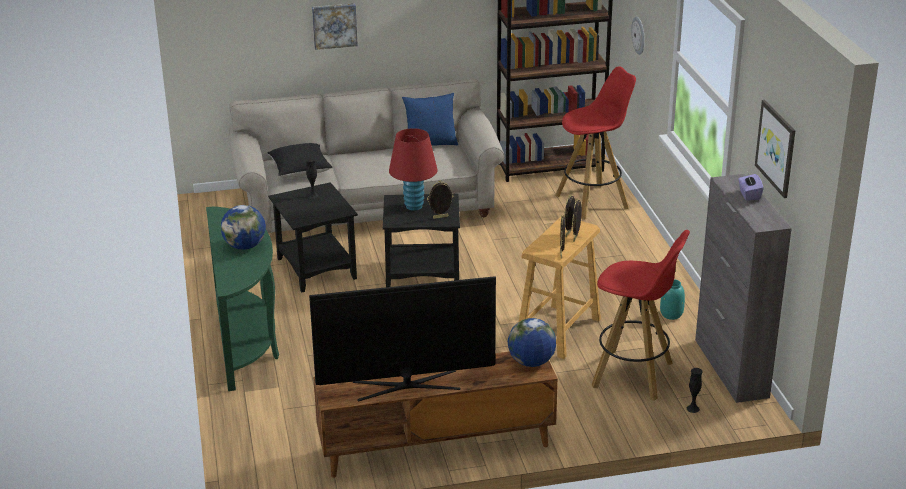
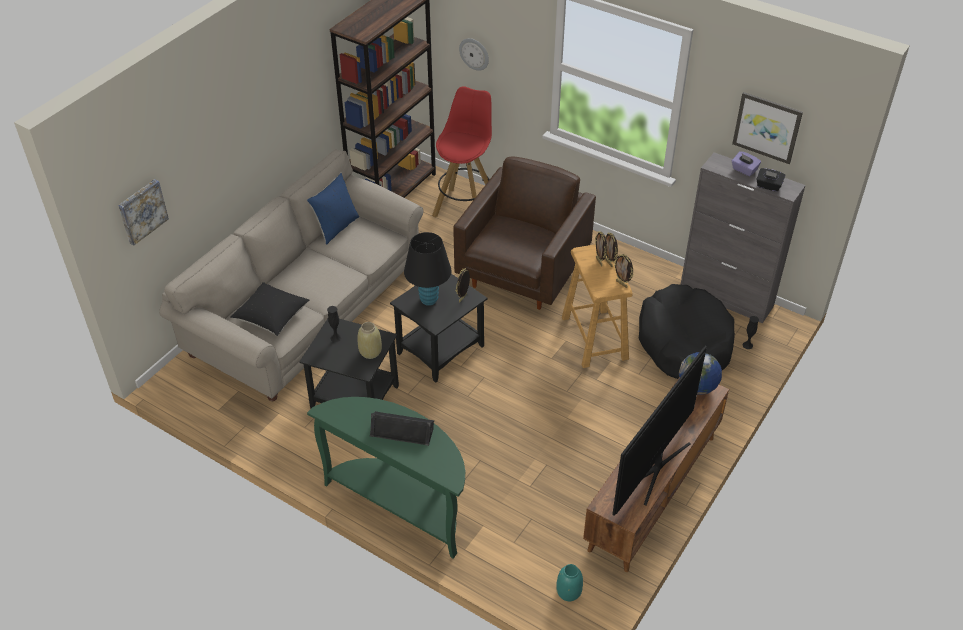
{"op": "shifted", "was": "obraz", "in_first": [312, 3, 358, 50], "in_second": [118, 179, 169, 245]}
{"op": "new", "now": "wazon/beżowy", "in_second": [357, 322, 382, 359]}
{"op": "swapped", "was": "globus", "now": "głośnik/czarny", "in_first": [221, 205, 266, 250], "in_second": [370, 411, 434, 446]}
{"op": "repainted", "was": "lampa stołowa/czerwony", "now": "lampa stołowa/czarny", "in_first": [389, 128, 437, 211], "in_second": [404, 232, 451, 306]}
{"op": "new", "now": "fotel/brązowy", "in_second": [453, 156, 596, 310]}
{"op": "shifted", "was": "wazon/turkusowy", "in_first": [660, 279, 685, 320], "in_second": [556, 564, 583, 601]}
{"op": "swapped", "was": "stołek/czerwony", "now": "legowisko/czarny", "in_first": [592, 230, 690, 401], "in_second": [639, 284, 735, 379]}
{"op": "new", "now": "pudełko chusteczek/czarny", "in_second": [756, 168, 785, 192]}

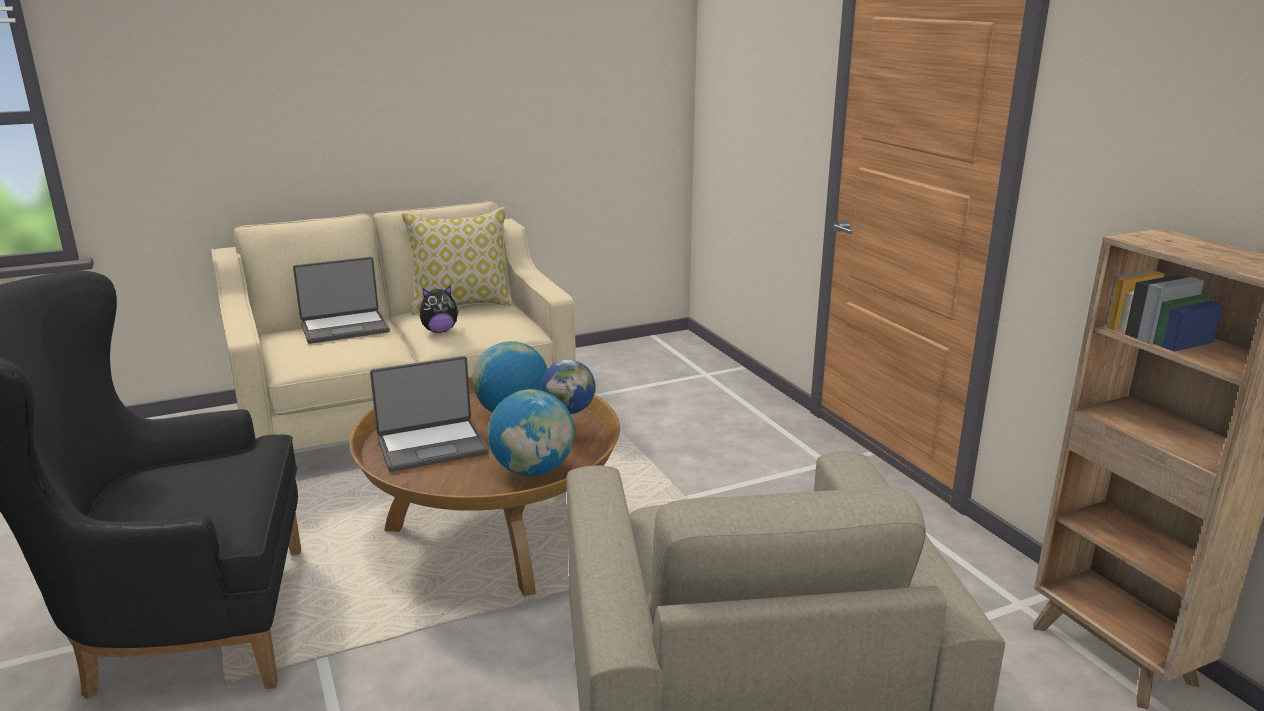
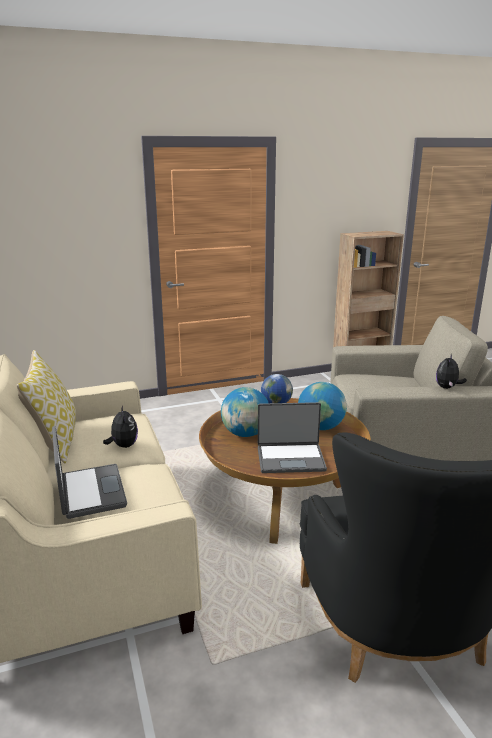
{"op": "rotated", "was": "laptop", "in_first": [370, 356, 488, 472], "in_second": [258, 402, 327, 473], "clockwise": 105}
{"op": "new", "now": "pluszak", "in_second": [436, 354, 467, 389]}

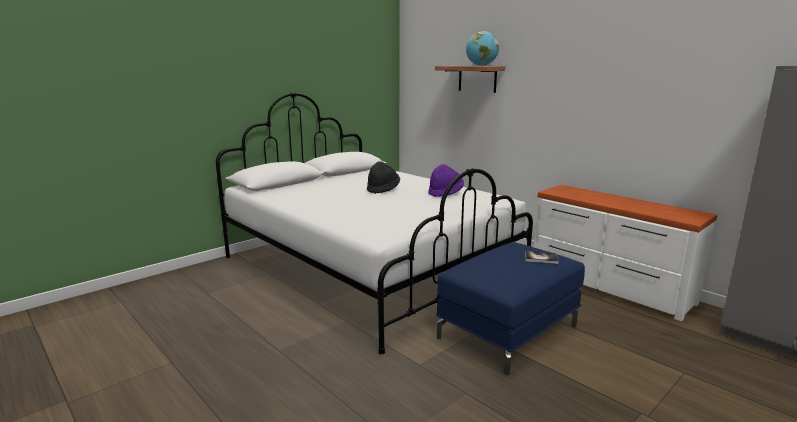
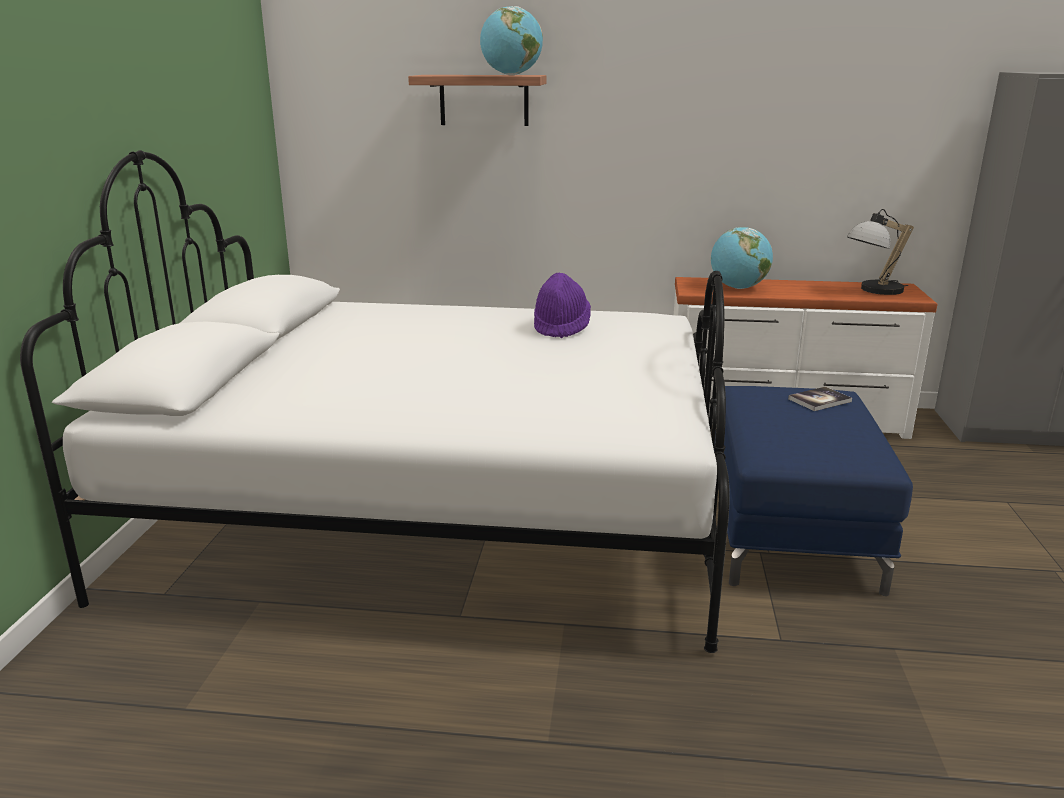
{"op": "new", "now": "globus", "in_second": [711, 227, 773, 289]}
{"op": "new", "now": "lampa stołowa", "in_second": [847, 209, 914, 295]}
{"op": "gone", "was": "kapelusz/czarny", "in_first": [367, 161, 400, 194]}

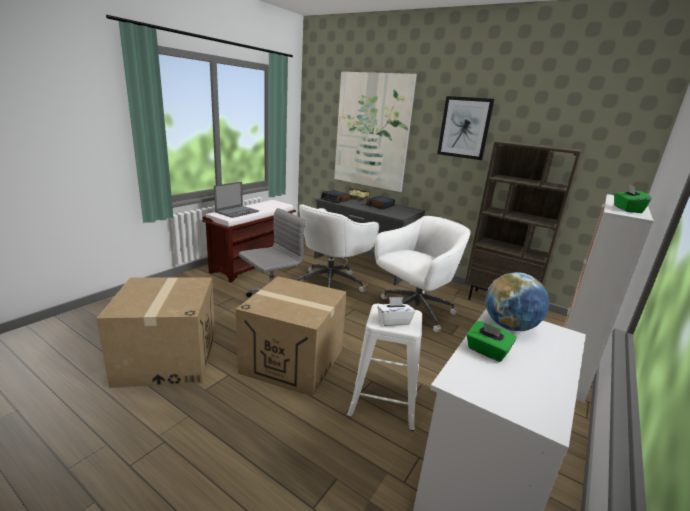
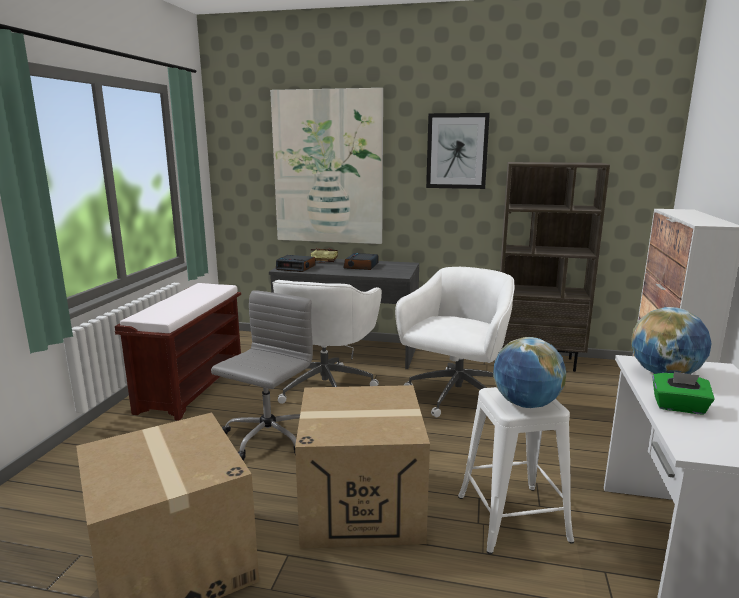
{"op": "swapped", "was": "pudełko chusteczek/biały", "now": "globus", "in_first": [377, 297, 415, 326], "in_second": [493, 337, 566, 408]}
{"op": "gone", "was": "laptop", "in_first": [214, 182, 259, 218]}
{"op": "gone", "was": "pudełko chusteczek/zielony", "in_first": [614, 184, 652, 213]}

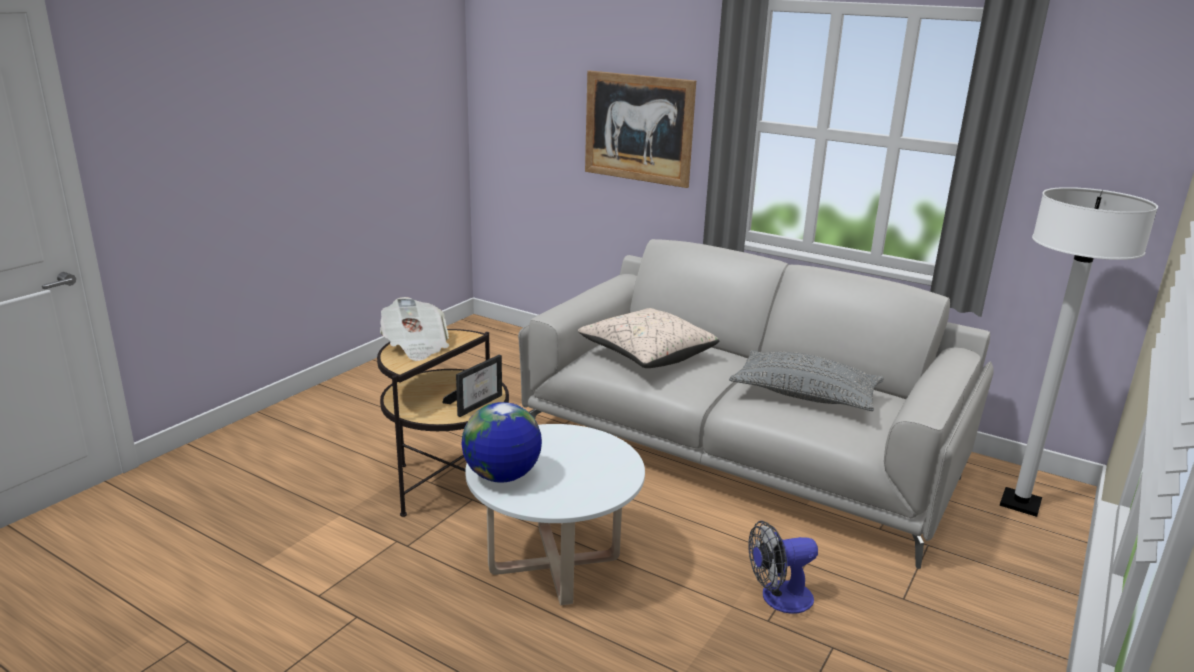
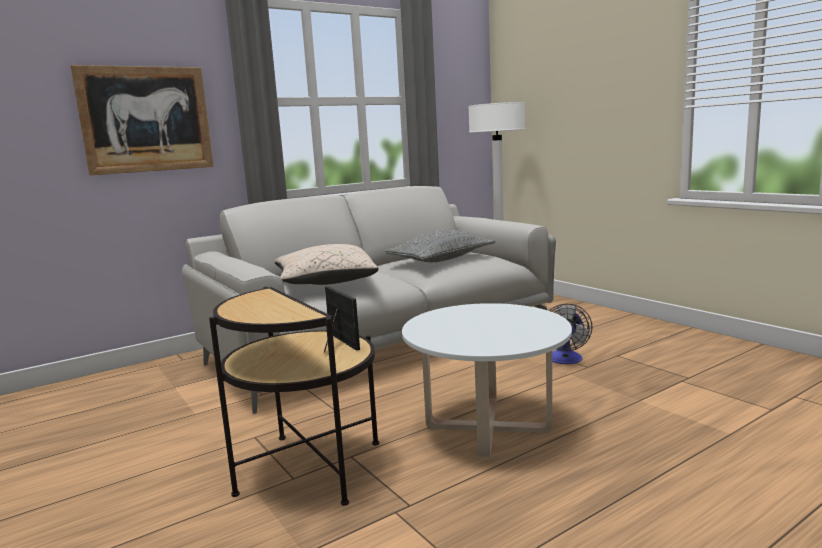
{"op": "gone", "was": "gazeta", "in_first": [380, 297, 449, 361]}
{"op": "gone", "was": "globus", "in_first": [462, 402, 542, 483]}

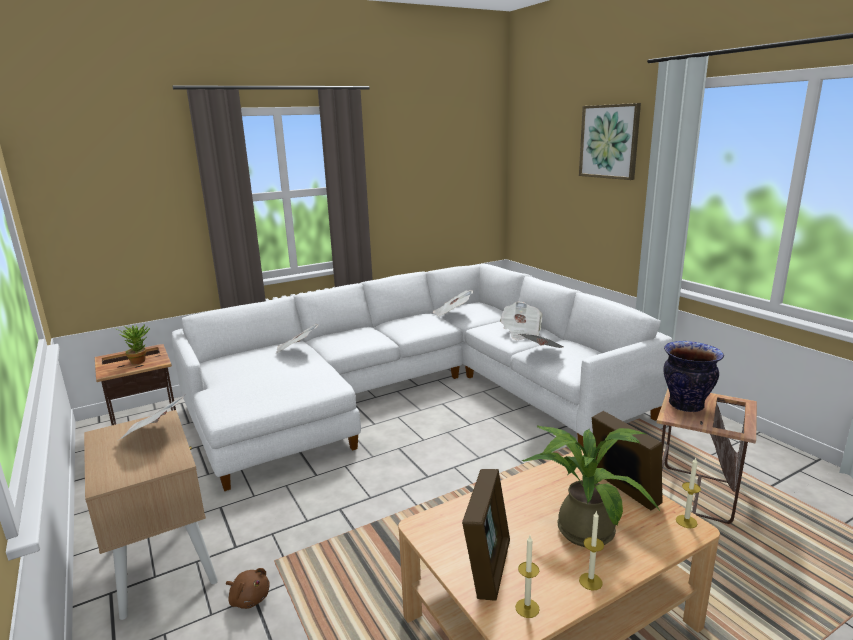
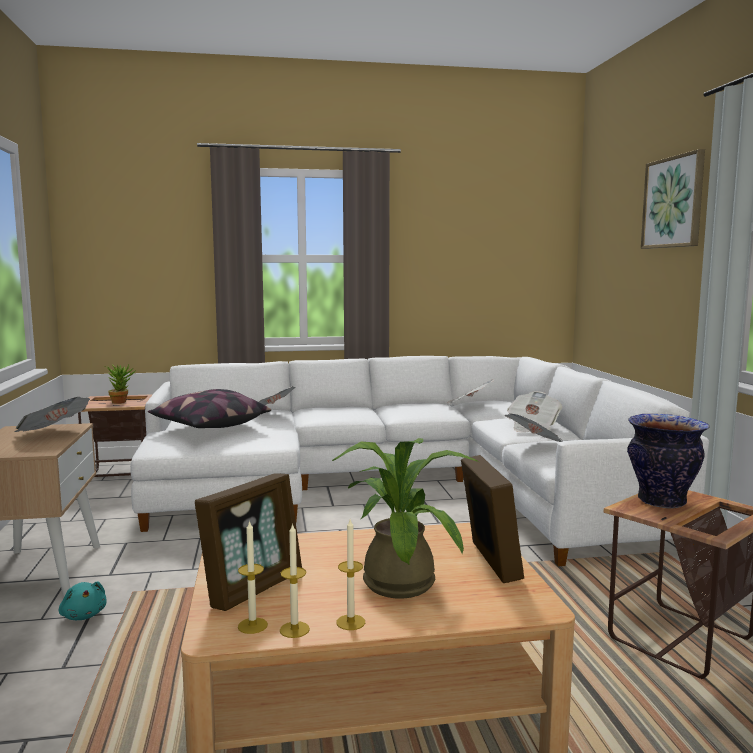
{"op": "repainted", "was": "pluszak/brązowy", "now": "pluszak/turkusowy", "in_first": [226, 568, 270, 609], "in_second": [59, 582, 106, 620]}
{"op": "new", "now": "poduszka", "in_second": [148, 389, 271, 428]}
{"op": "shifted", "was": "świeca", "in_first": [676, 458, 701, 528], "in_second": [280, 523, 310, 638]}

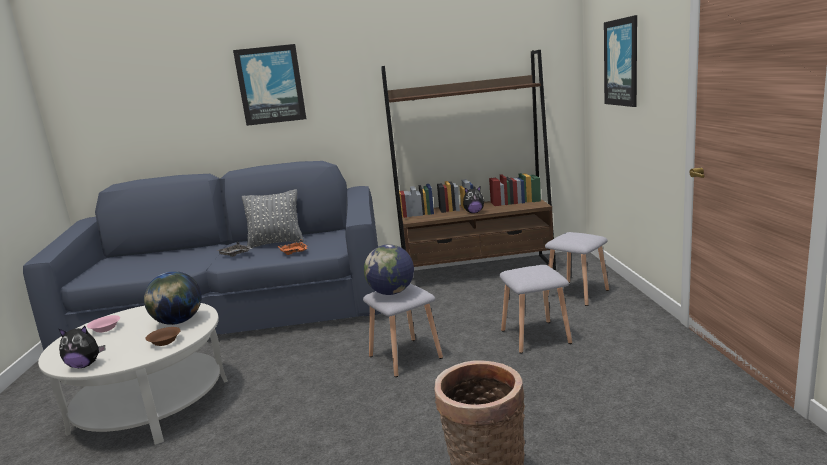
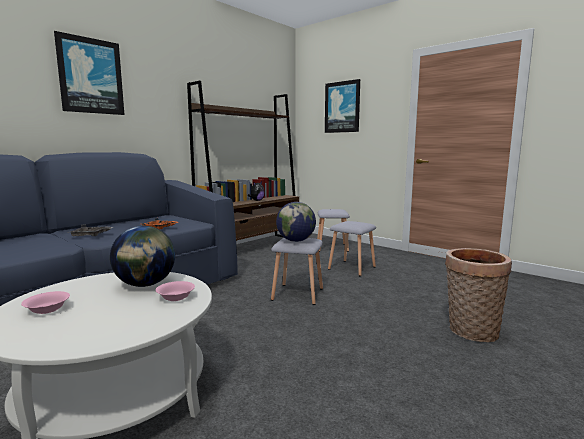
{"op": "repainted", "was": "miska/brązowy", "now": "miska/różowy", "in_first": [146, 327, 181, 346], "in_second": [156, 281, 195, 301]}
{"op": "gone", "was": "pluszak", "in_first": [59, 326, 106, 368]}
{"op": "gone", "was": "poduszka/szary", "in_first": [242, 189, 304, 248]}

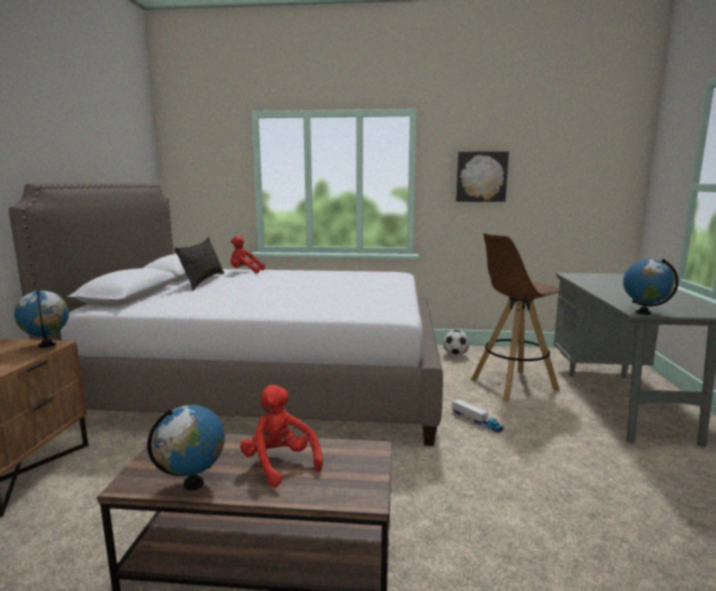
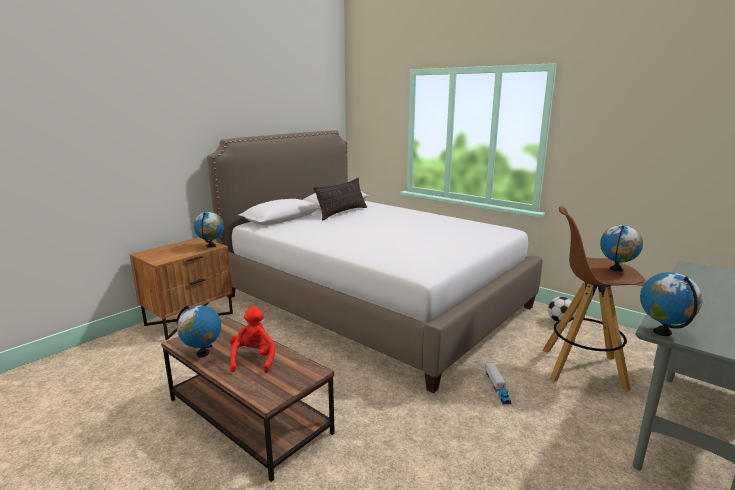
{"op": "new", "now": "globus", "in_second": [600, 225, 643, 272]}
{"op": "gone", "was": "pluszak/czerwony", "in_first": [231, 236, 265, 273]}
{"op": "gone", "was": "obraz", "in_first": [456, 151, 509, 202]}

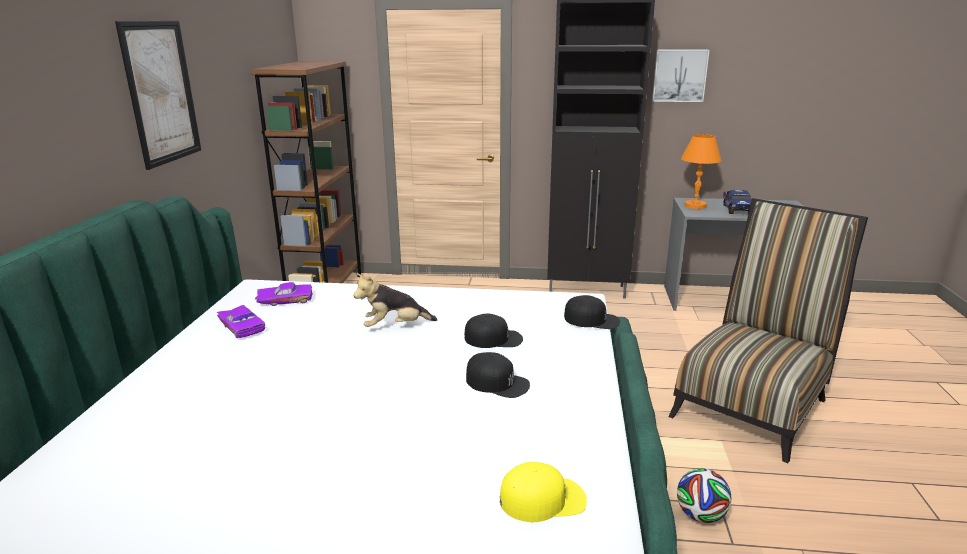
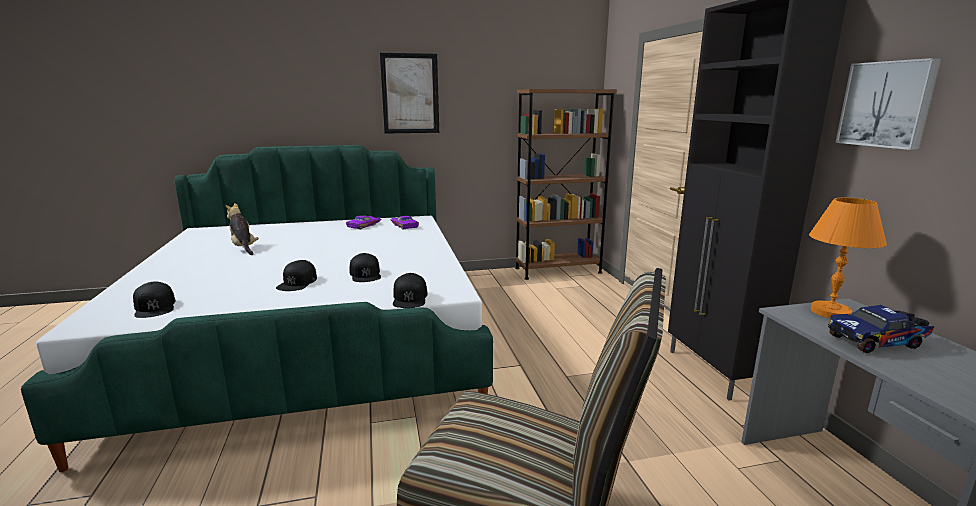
{"op": "repainted", "was": "czapka z daszkiem/żółty", "now": "czapka z daszkiem/czarny", "in_first": [500, 462, 587, 522], "in_second": [133, 281, 176, 318]}
{"op": "shifted", "was": "pluszak", "in_first": [353, 273, 437, 327], "in_second": [225, 203, 259, 255]}
{"op": "gone", "was": "piłka futbolowa", "in_first": [677, 468, 731, 523]}

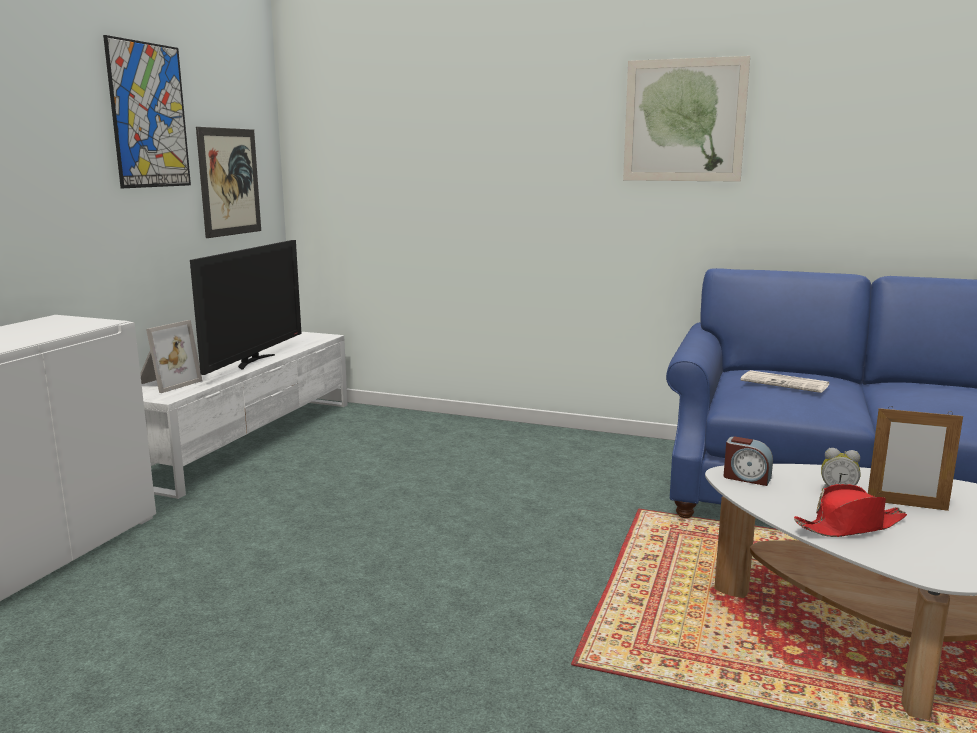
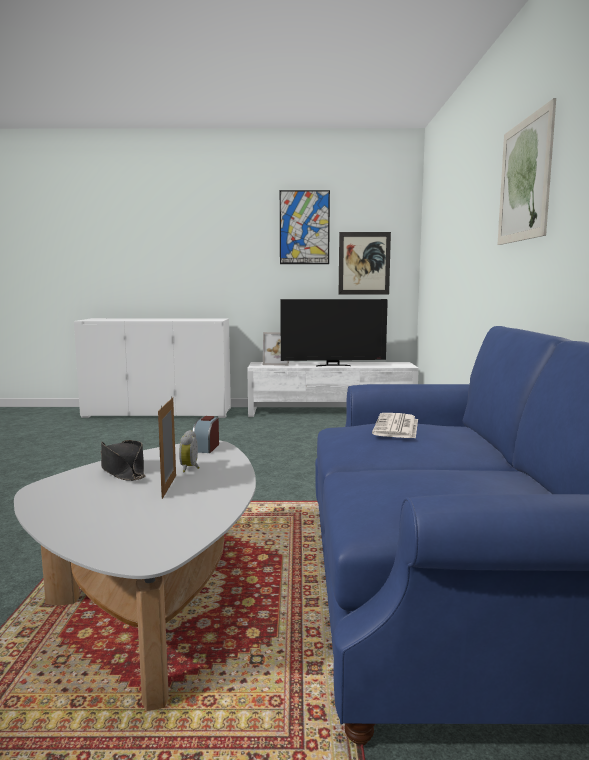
{"op": "repainted", "was": "kapelusz/czerwony", "now": "kapelusz/czarny", "in_first": [794, 484, 907, 537], "in_second": [101, 440, 146, 481]}

